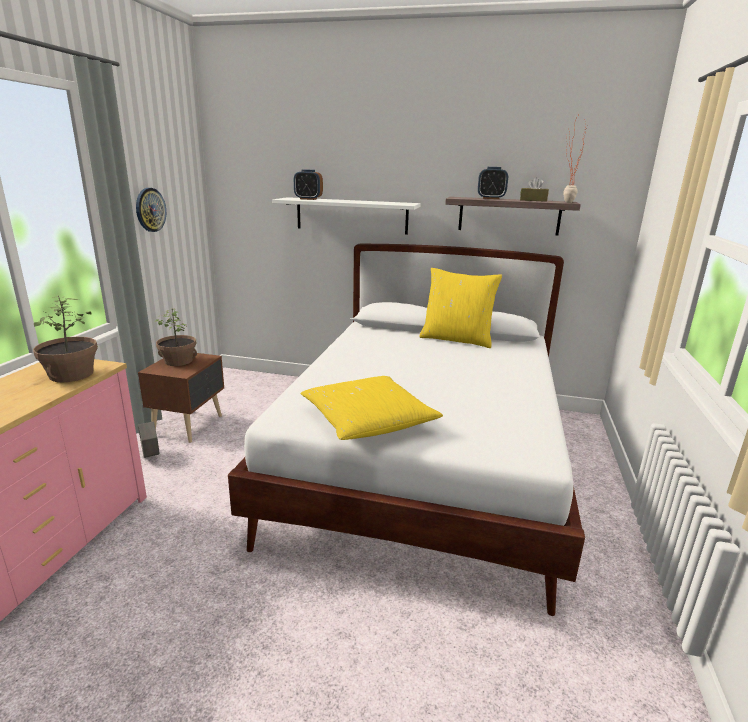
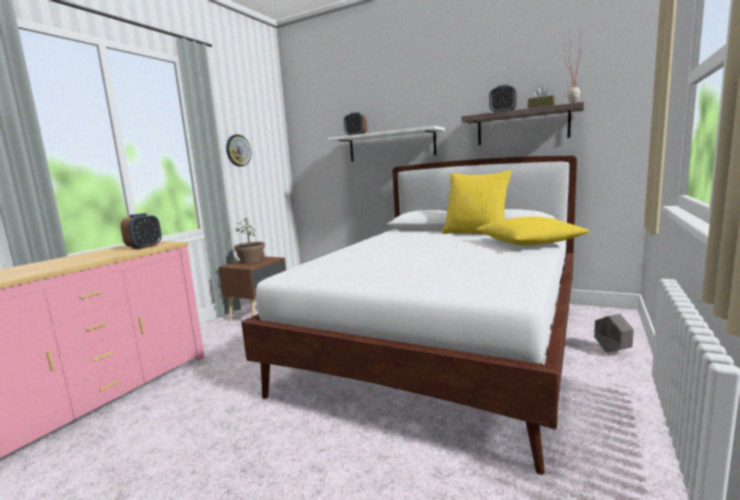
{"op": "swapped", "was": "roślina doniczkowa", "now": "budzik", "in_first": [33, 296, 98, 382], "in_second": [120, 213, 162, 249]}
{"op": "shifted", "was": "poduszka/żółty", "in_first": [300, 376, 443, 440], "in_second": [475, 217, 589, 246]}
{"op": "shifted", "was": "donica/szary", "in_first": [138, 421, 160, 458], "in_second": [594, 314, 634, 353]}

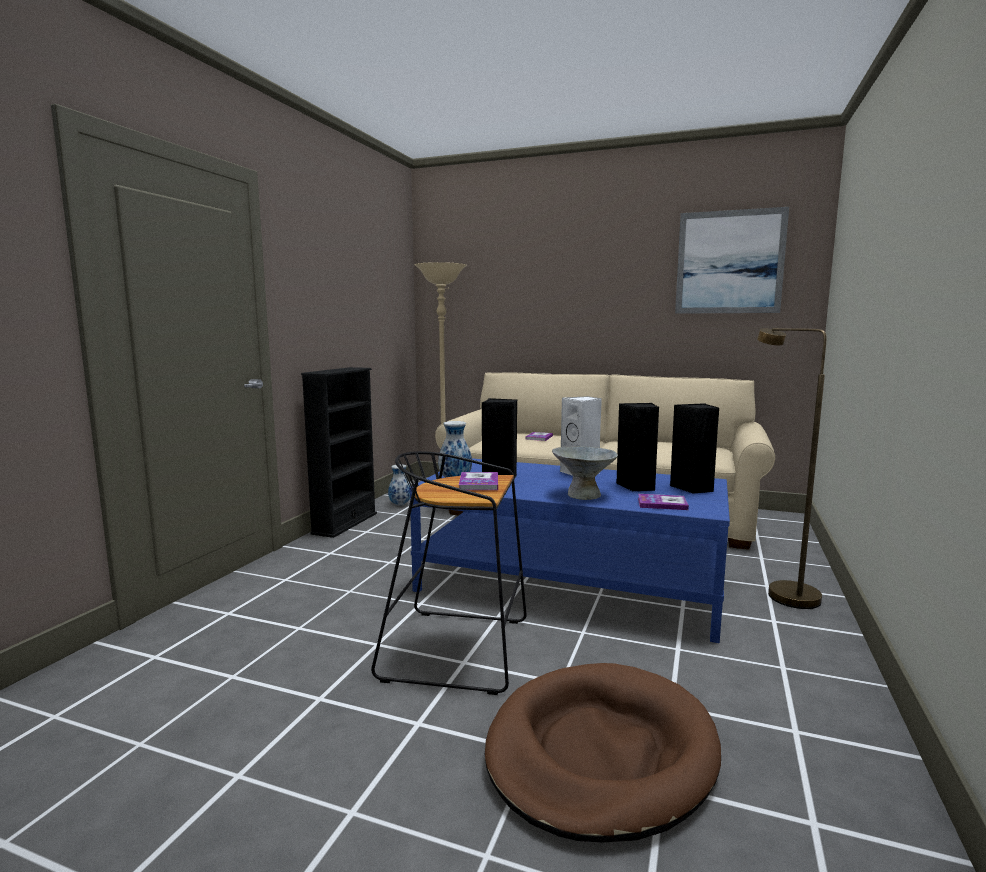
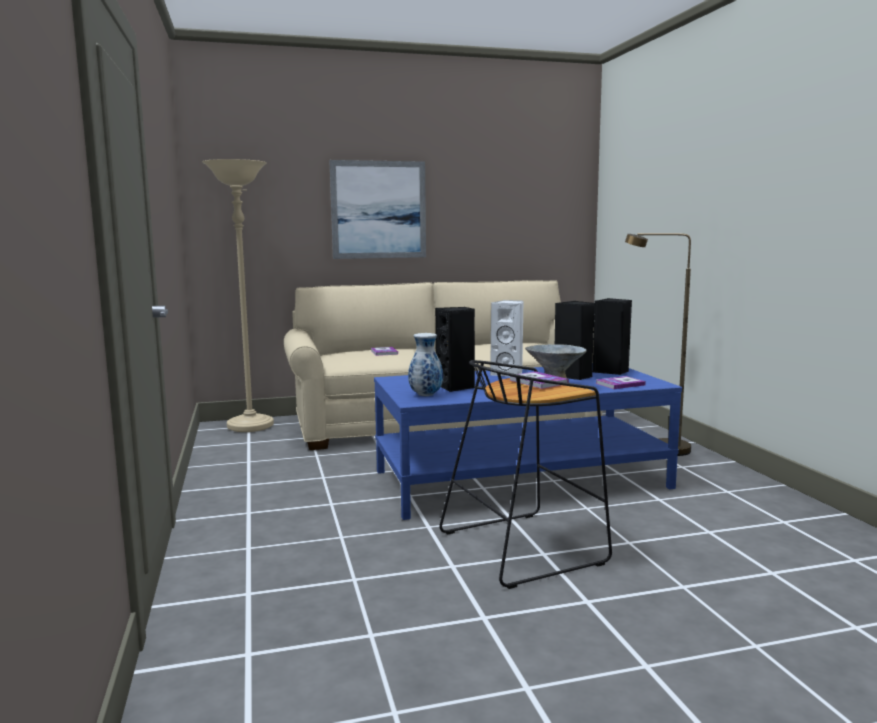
{"op": "shifted", "was": "obraz", "in_first": [675, 207, 789, 314], "in_second": [329, 160, 426, 259]}
{"op": "gone", "was": "regał/czarny", "in_first": [301, 367, 377, 538]}
{"op": "gone", "was": "wazon", "in_first": [388, 464, 410, 506]}
{"op": "gone", "was": "legowisko/brązowy", "in_first": [485, 663, 721, 843]}

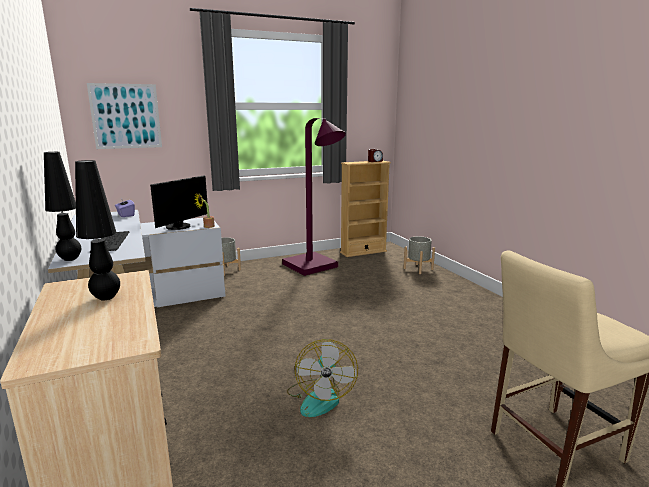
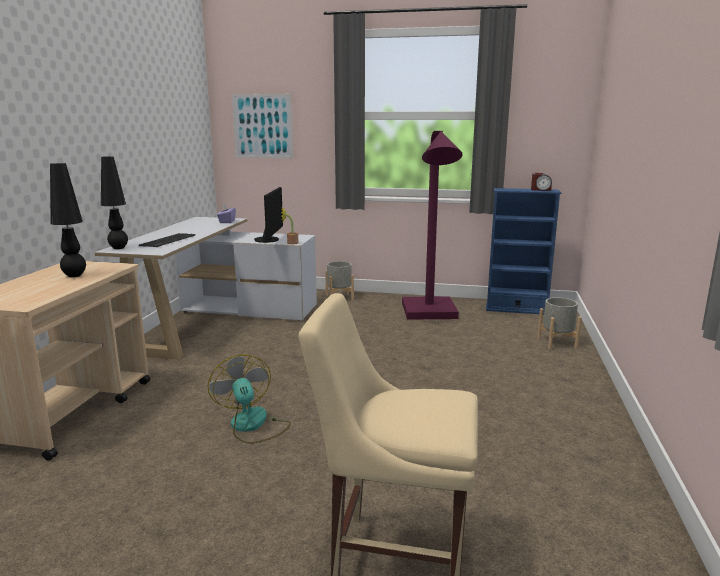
{"op": "rotated", "was": "wentylator", "in_first": [287, 339, 358, 417], "in_second": [208, 354, 291, 444], "clockwise": 120}
{"op": "rotated", "was": "monitor", "in_first": [150, 175, 207, 230], "in_second": [254, 187, 283, 243], "clockwise": -60}
{"op": "repainted", "was": "regał/beżowy", "now": "regał/niebieski", "in_first": [340, 161, 391, 257], "in_second": [486, 188, 561, 315]}

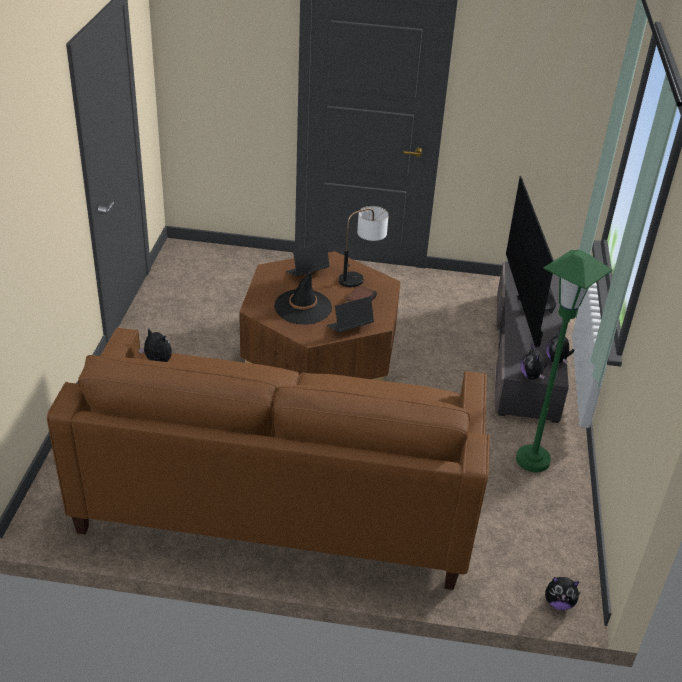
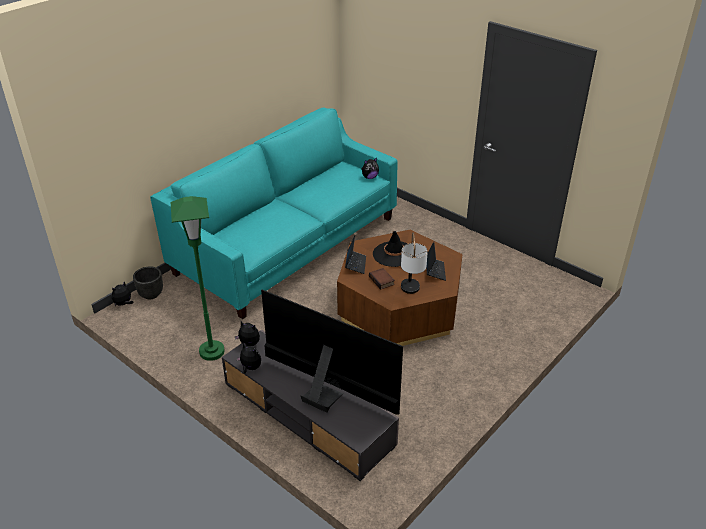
{"op": "new", "now": "donica/czarny", "in_second": [133, 266, 163, 299]}
{"op": "repainted", "was": "kanapa/brązowy", "now": "kanapa/turkusowy", "in_first": [47, 328, 490, 590], "in_second": [150, 108, 398, 319]}

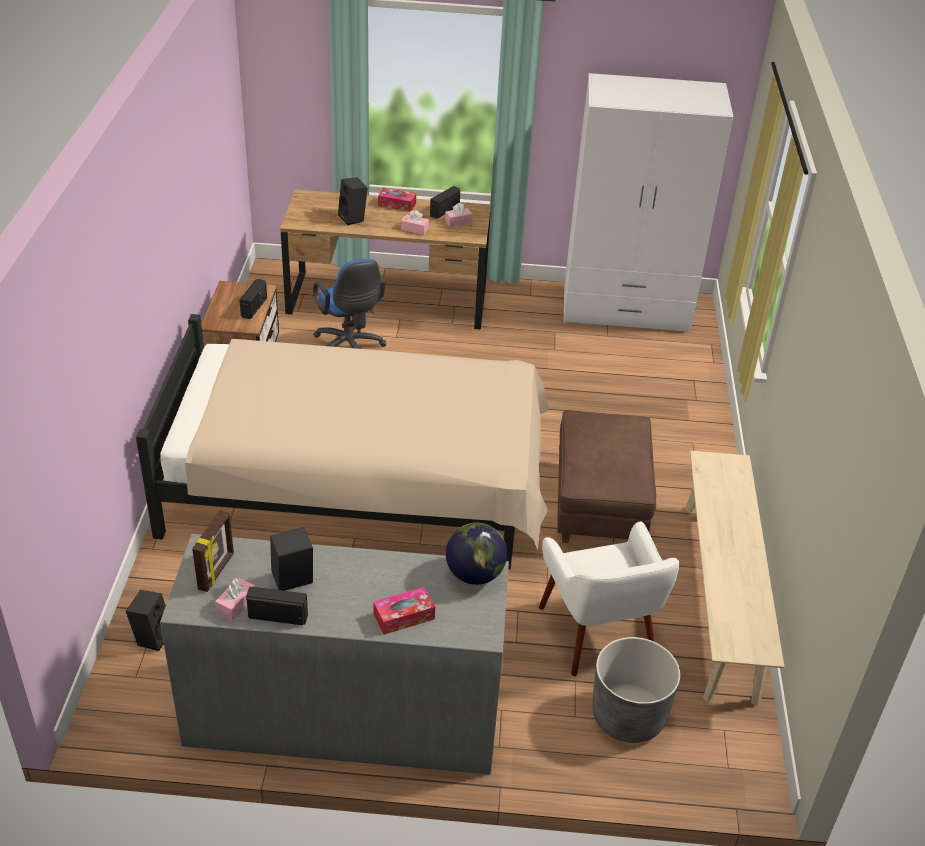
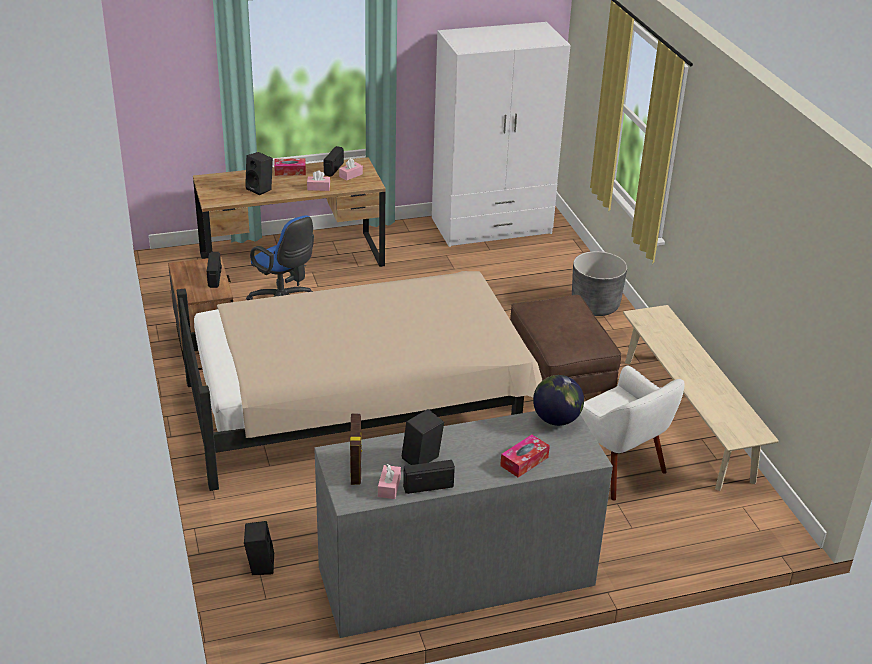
{"op": "shifted", "was": "donica/szary", "in_first": [592, 637, 680, 743], "in_second": [572, 251, 627, 316]}

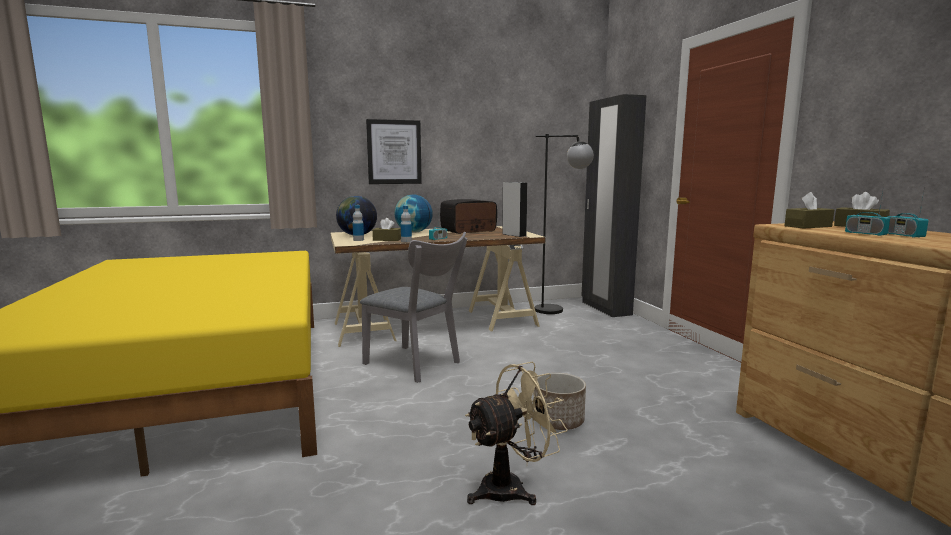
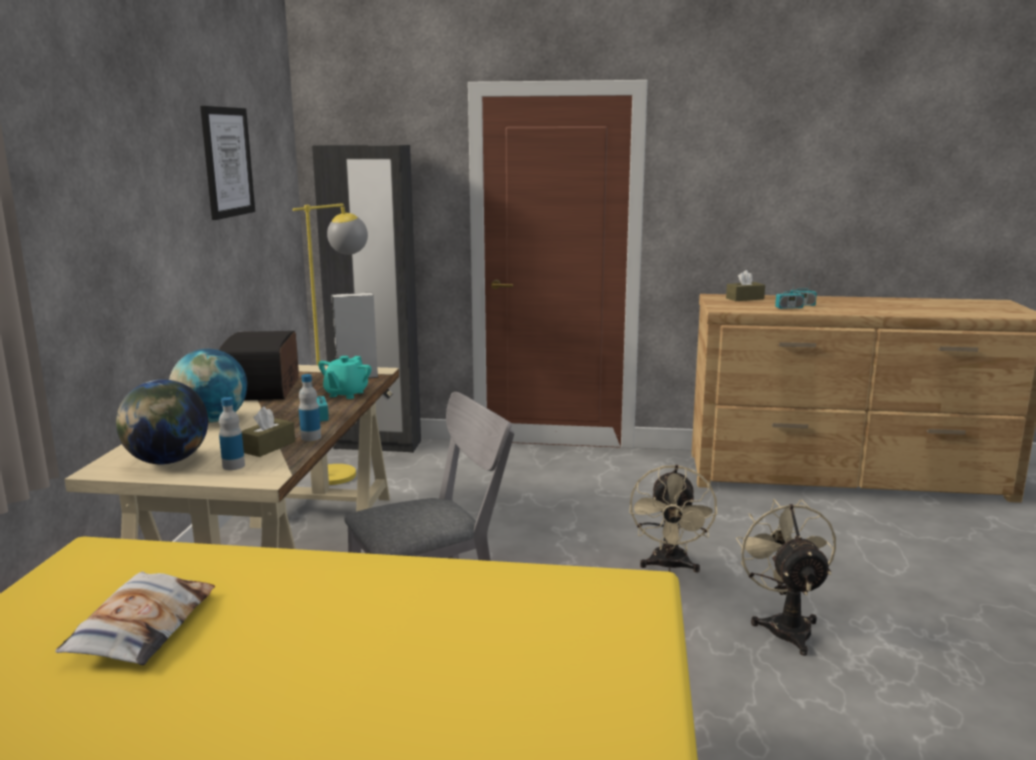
{"op": "new", "now": "poduszka", "in_second": [55, 571, 215, 665]}
{"op": "shifted", "was": "obraz", "in_first": [366, 119, 422, 184], "in_second": [200, 106, 255, 220]}
{"op": "repainted", "was": "lampa stojąca/czarny", "now": "lampa stojąca/żółty", "in_first": [535, 134, 594, 314], "in_second": [293, 203, 368, 485]}
{"op": "new", "now": "imbryk/turkusowy", "in_second": [318, 356, 372, 399]}
{"op": "swapped", "was": "donica", "now": "wentylator/beżowy", "in_first": [534, 373, 586, 430], "in_second": [629, 465, 717, 573]}
{"op": "gone", "was": "pudełko chusteczek/brązowy", "in_first": [784, 192, 834, 229]}

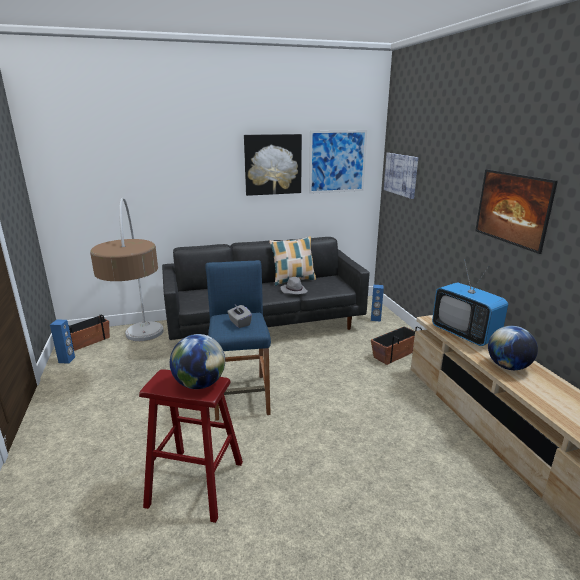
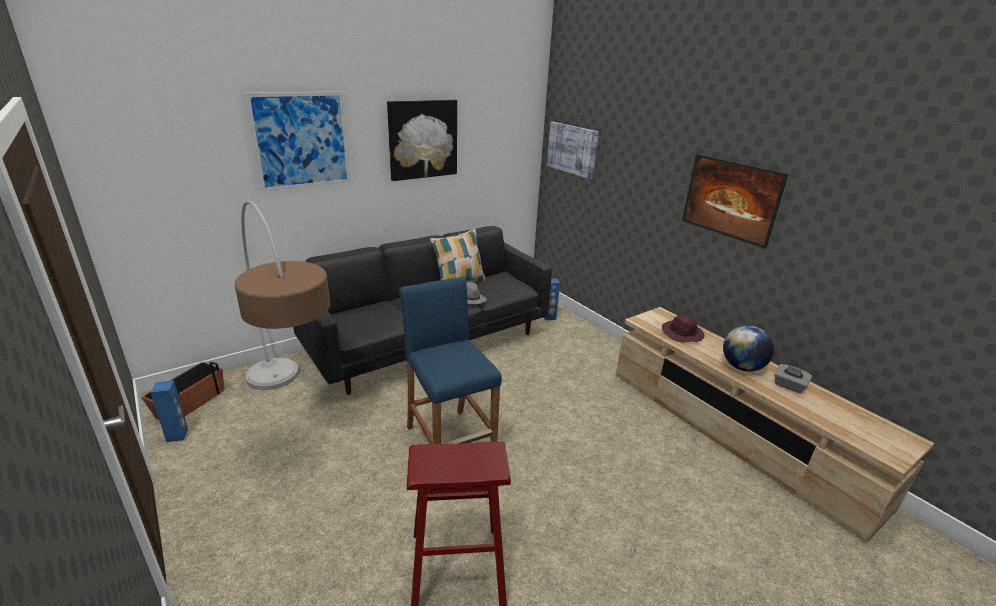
{"op": "shifted", "was": "obraz", "in_first": [309, 130, 367, 194], "in_second": [245, 92, 351, 192]}
{"op": "swapped", "was": "telewizor", "now": "kapelusz/fioletowy", "in_first": [432, 259, 508, 346], "in_second": [662, 315, 705, 342]}
{"op": "shifted", "was": "pudełko chusteczek/szary", "in_first": [227, 303, 252, 328], "in_second": [774, 364, 812, 394]}
{"op": "gone", "was": "globus", "in_first": [170, 334, 225, 389]}
{"op": "gone", "was": "donica", "in_first": [371, 326, 422, 365]}

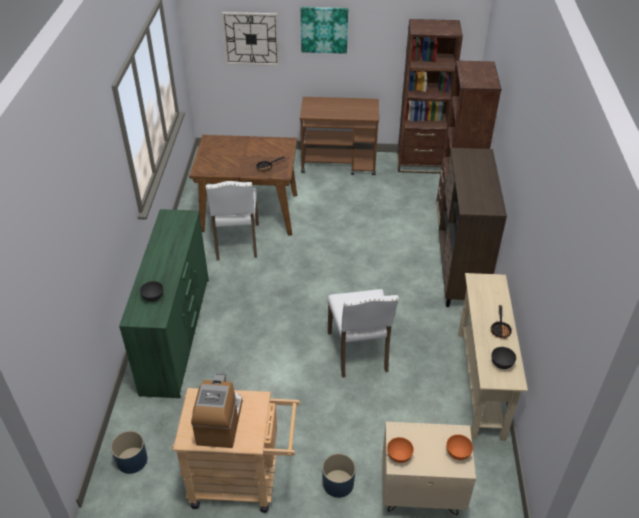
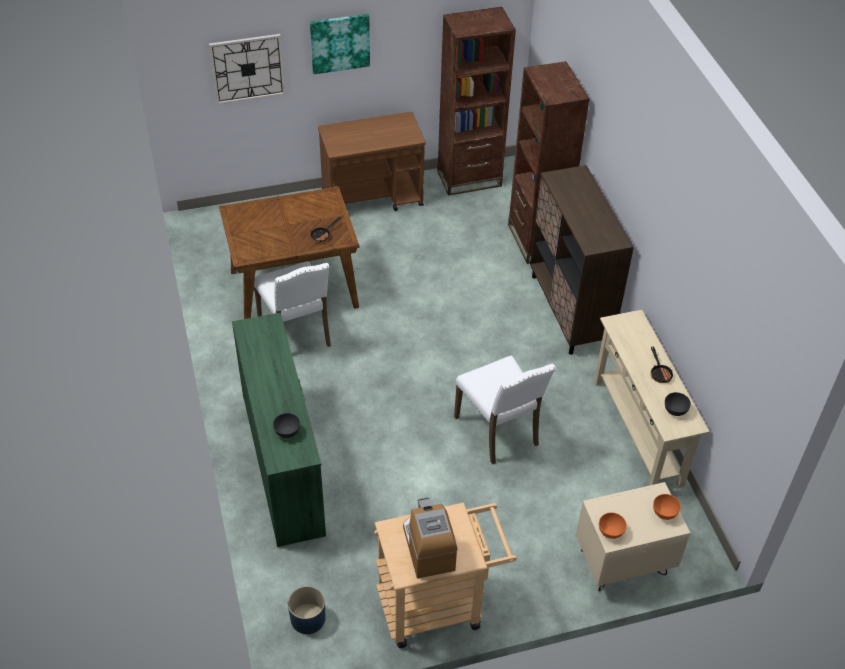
{"op": "gone", "was": "donica/niebieski", "in_first": [322, 453, 356, 498]}

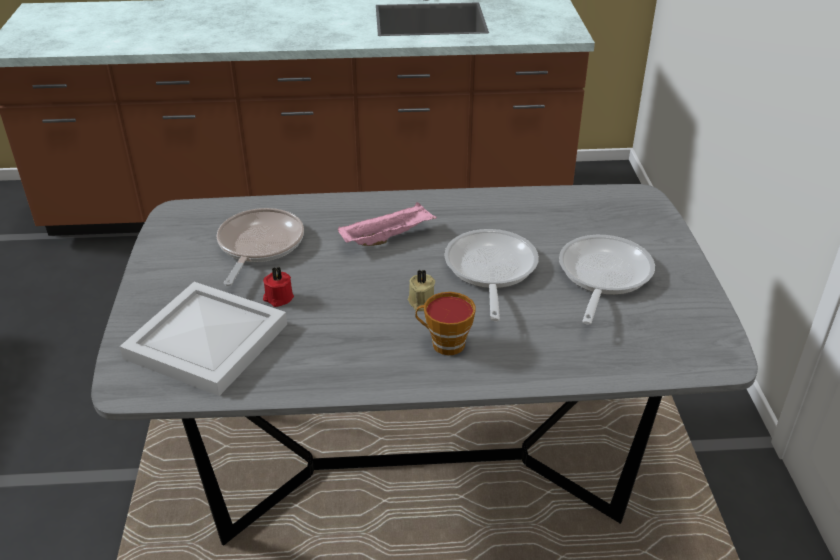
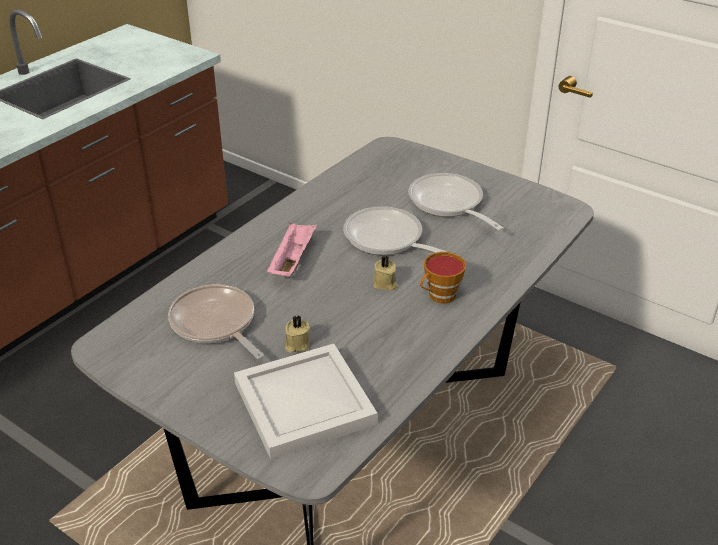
{"op": "repainted", "was": "świeca/czerwony", "now": "świeca/beżowy", "in_first": [263, 267, 294, 307], "in_second": [285, 316, 310, 353]}

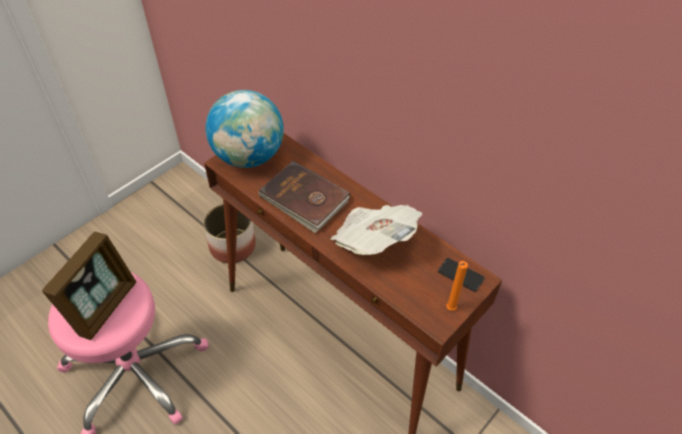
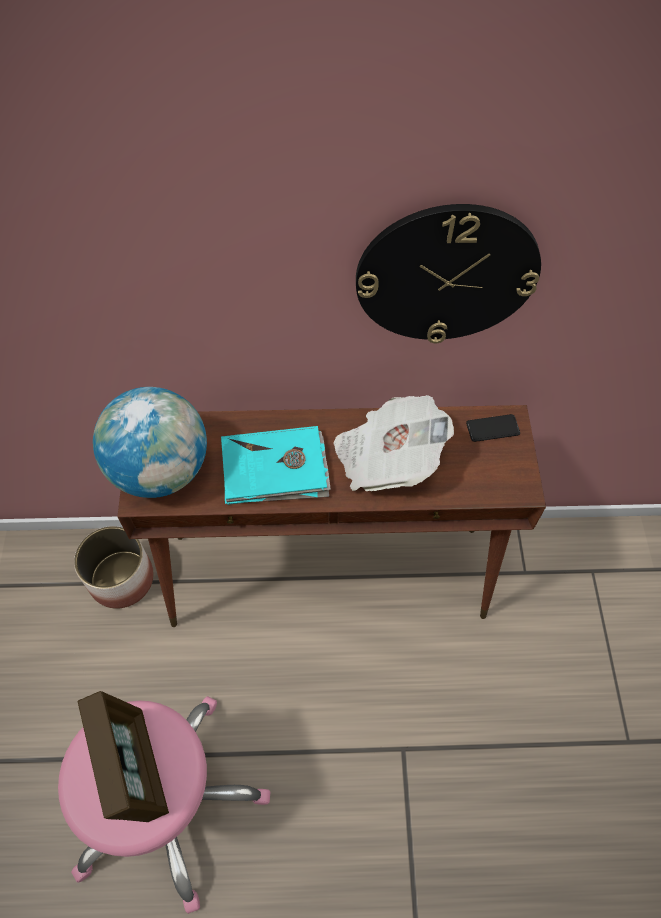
{"op": "repainted", "was": "książka/brązowy", "now": "książka/turkusowy", "in_first": [258, 161, 351, 233], "in_second": [221, 426, 331, 505]}
{"op": "new", "now": "zegar ścienny", "in_second": [356, 204, 541, 343]}
{"op": "gone", "was": "świeca/pomarańczowy", "in_first": [446, 261, 468, 311]}

